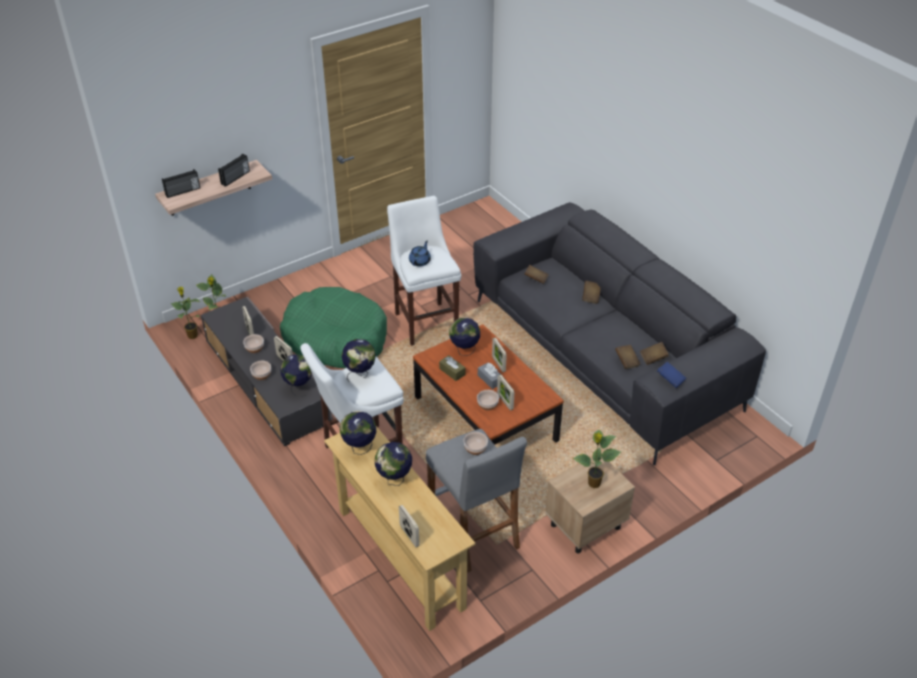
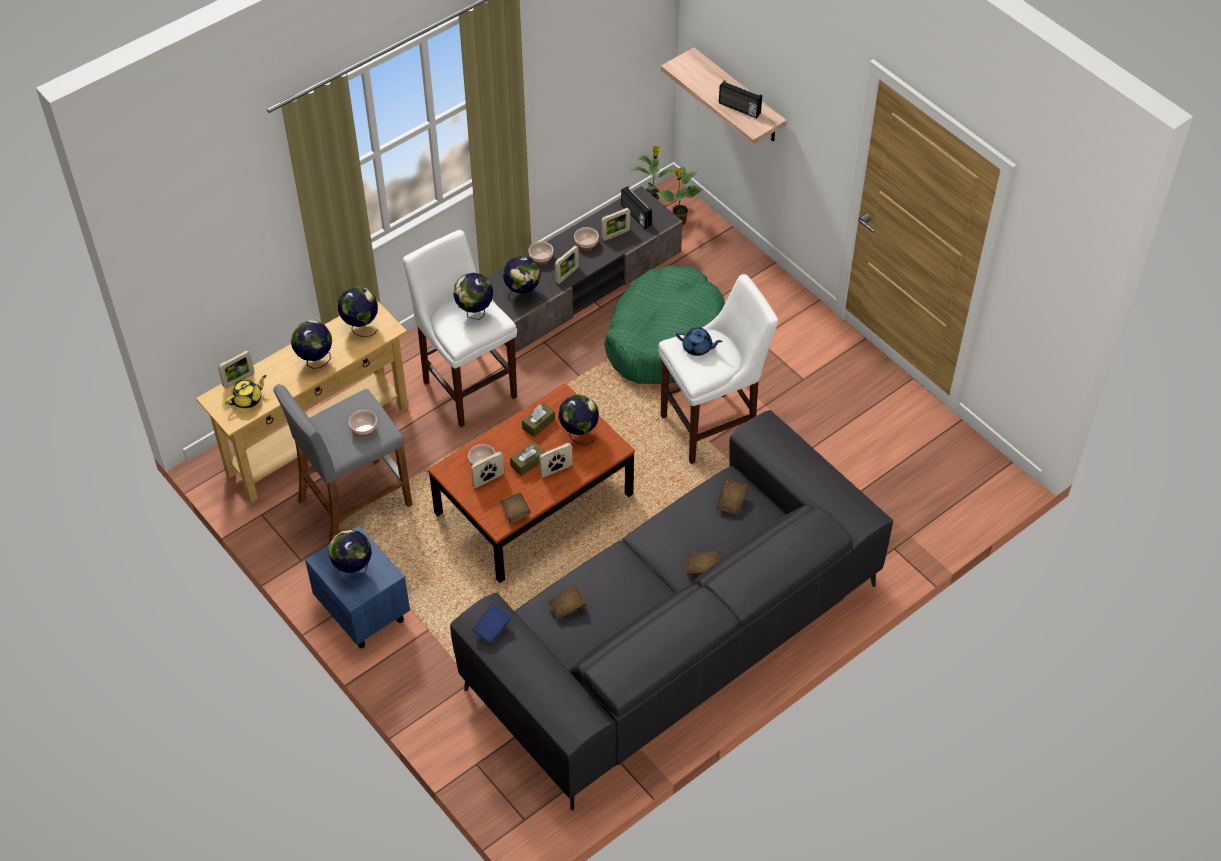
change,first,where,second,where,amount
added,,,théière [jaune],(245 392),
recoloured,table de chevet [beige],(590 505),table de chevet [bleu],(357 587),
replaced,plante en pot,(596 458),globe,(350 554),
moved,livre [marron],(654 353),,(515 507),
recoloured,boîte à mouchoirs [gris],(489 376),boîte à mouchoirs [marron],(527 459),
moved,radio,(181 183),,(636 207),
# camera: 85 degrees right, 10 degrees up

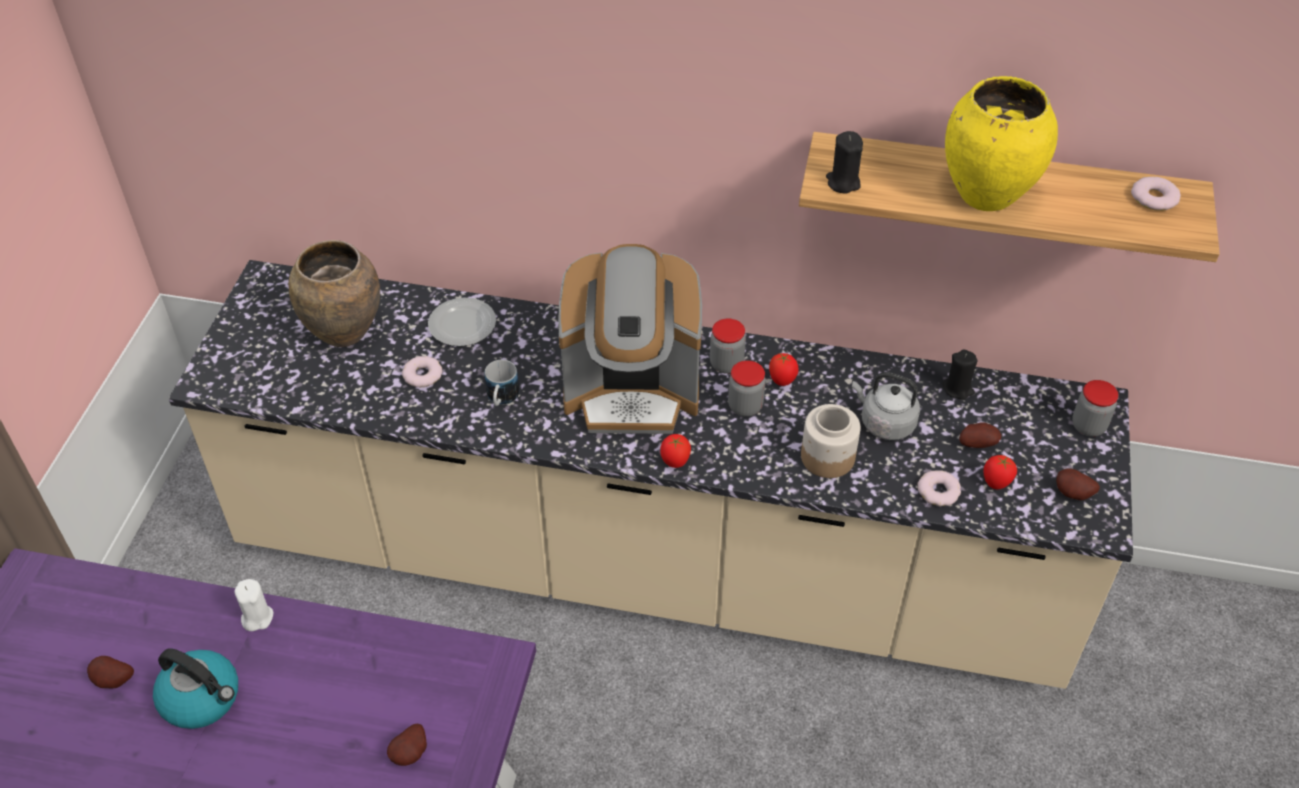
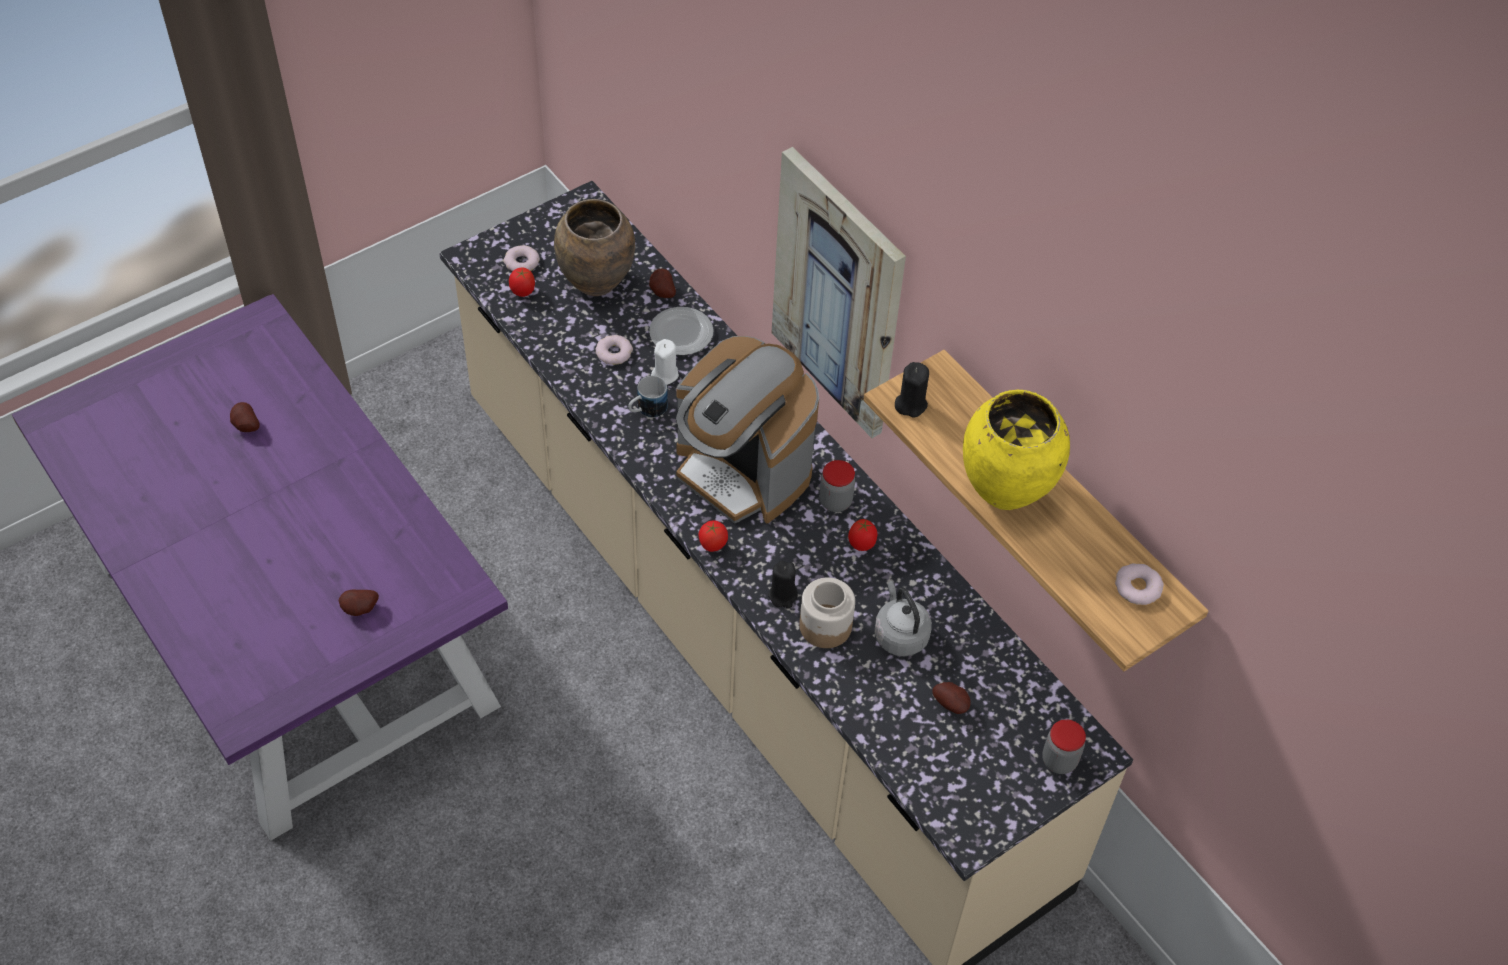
change,first,where,second,where,amount
moved,beignet,(939 488),,(521 258),
moved,tomate,(1000 472),,(522 282),
moved,pomme de terre,(1078 484),,(662 283),
moved,bougie [blanc],(254 605),,(665 362),
moved,bougie [noir],(960 375),,(783 585),
added,,,tableau,(838 292),
removed,bouilloire,(195 689),,,
removed,bocal,(746 388),,,
# camera: 40 degrees right, 5 degrees up

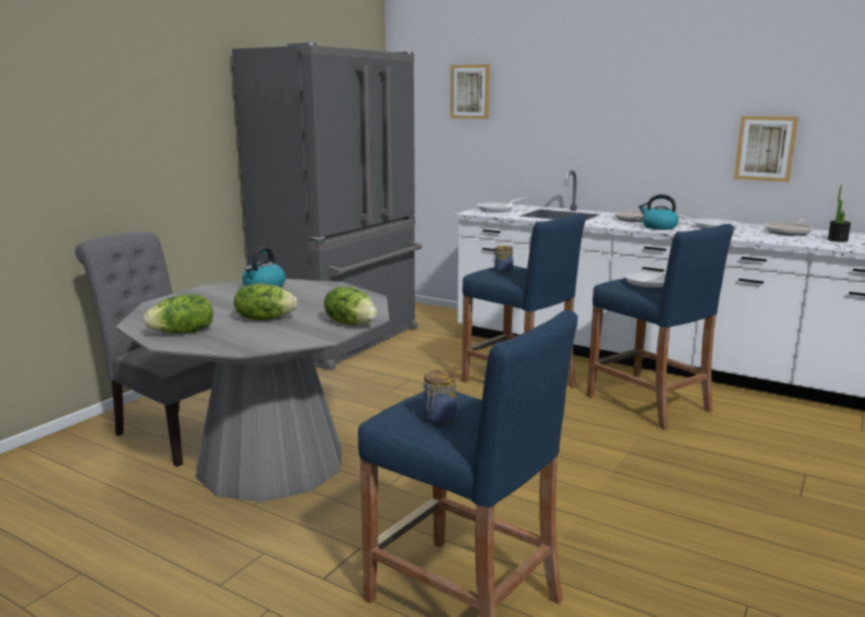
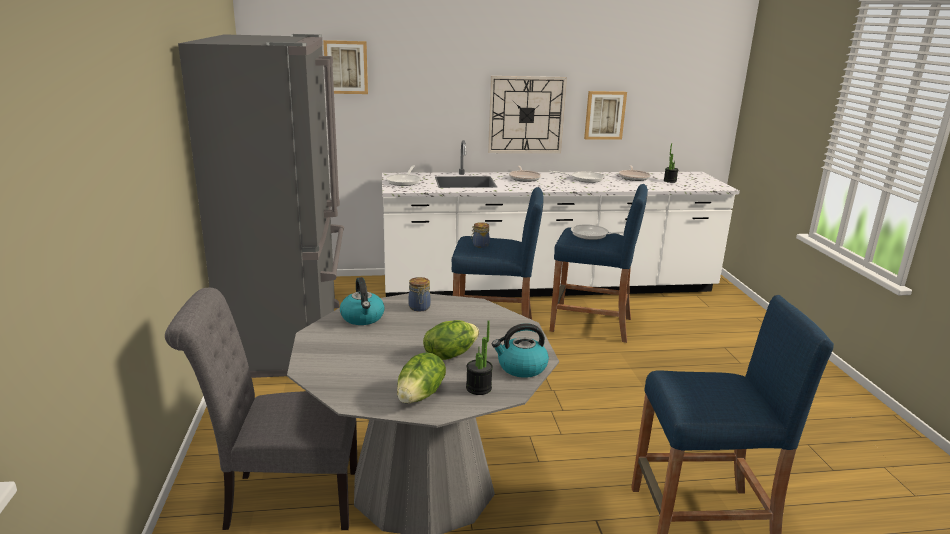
change,first,where,second,where,amount
moved,bocal,(440 397),,(420 294),
added,,,plante en pot,(479 358),
added,,,horloge murale,(527 114),
moved,bouilloire,(659 212),,(520 350),
removed,laitue,(350 306),,,
# camera: 40 degrees left, 5 degrees up

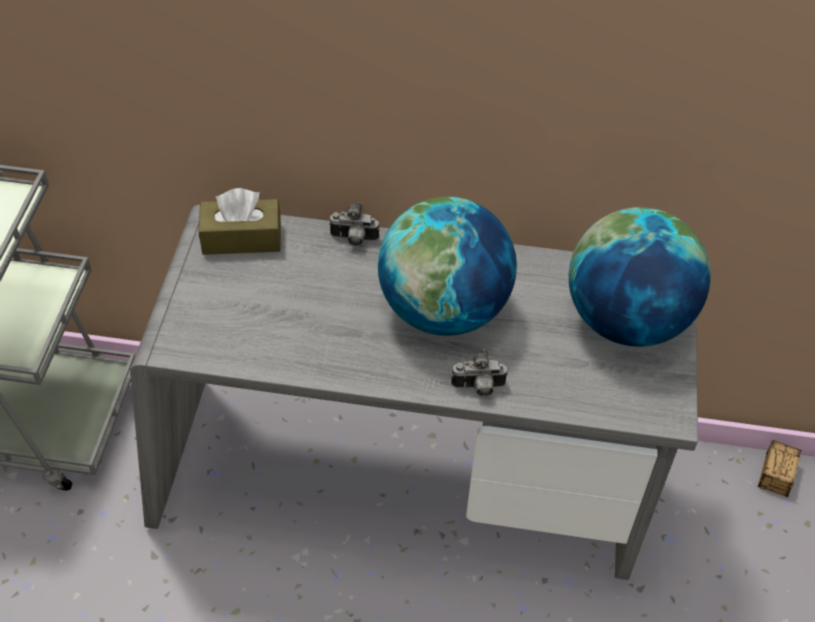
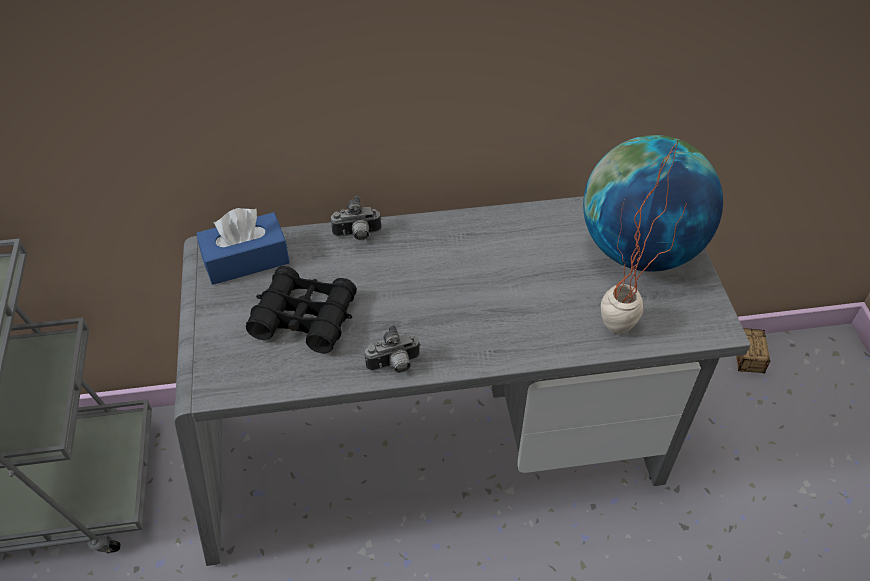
change,first,where,second,where,amount
recoloured,boîte à mouchoirs [marron],(240 221),boîte à mouchoirs [bleu],(243 246),
added,,,jumelles [noir],(301 310),
moved,appareil photo,(479 372),,(392 349),
added,,,plante en pot,(644 236),
removed,globe,(447 266),,,
# camera: 15 degrees left, 0 degrees up

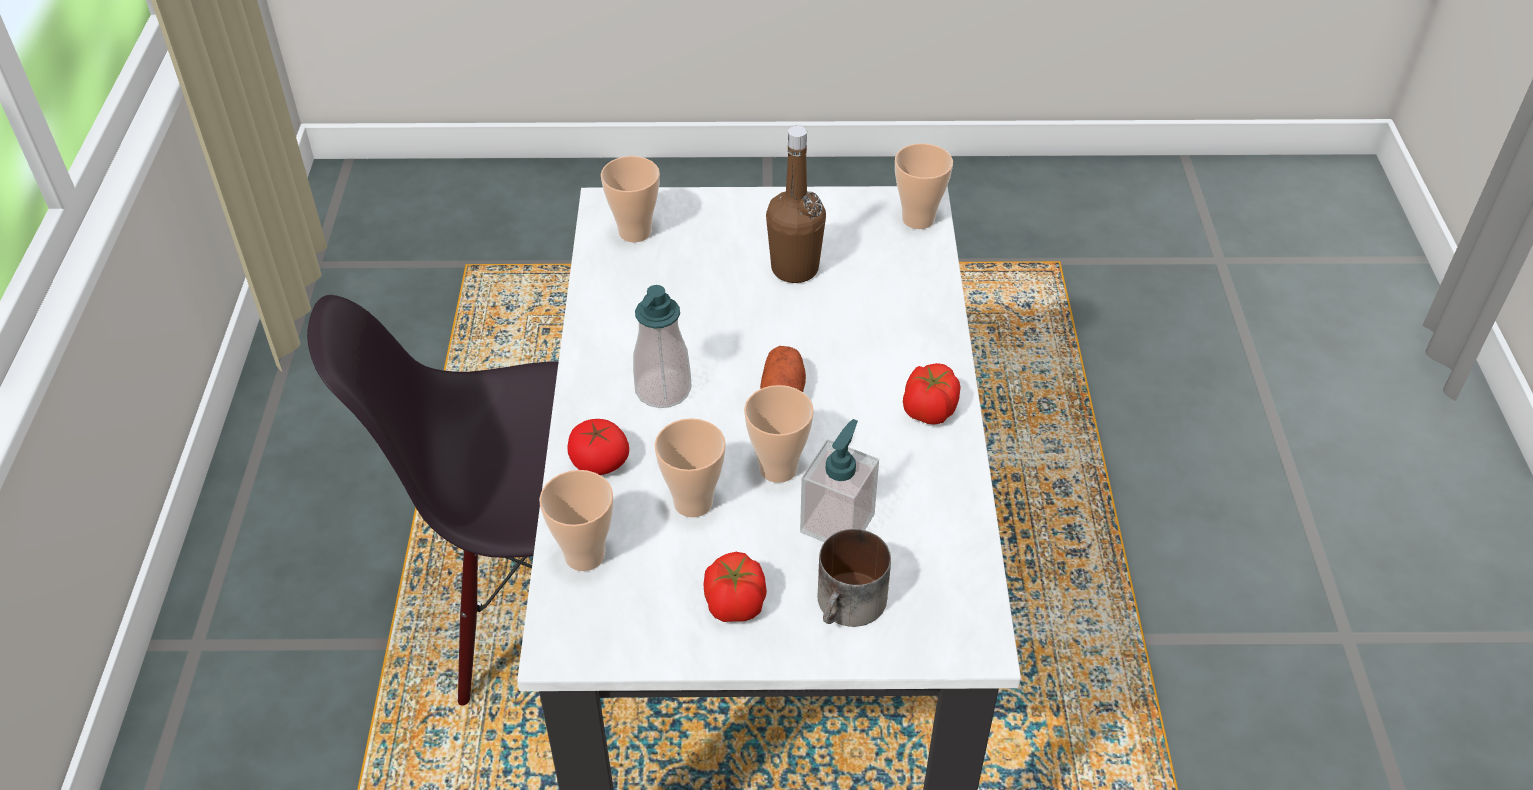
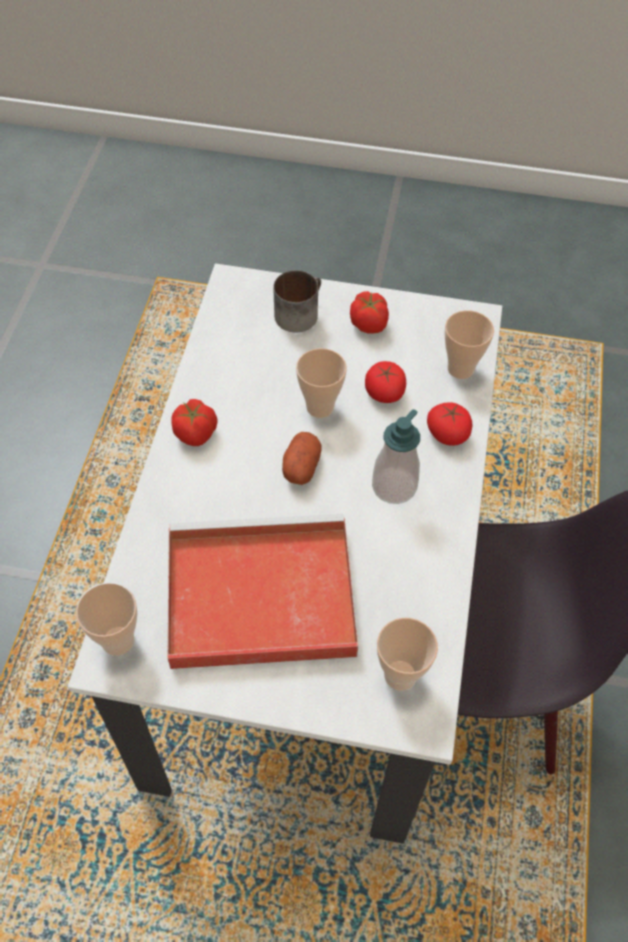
change,first,where,second,where,amount
replaced,bouteille [marron],(796 204),plateau [rouge],(262 591),
replaced,tasse,(690 468),tomate,(385 382),
removed,distributeur de savon,(839 480),,,
# camera: 170 degrees left, 10 degrees up

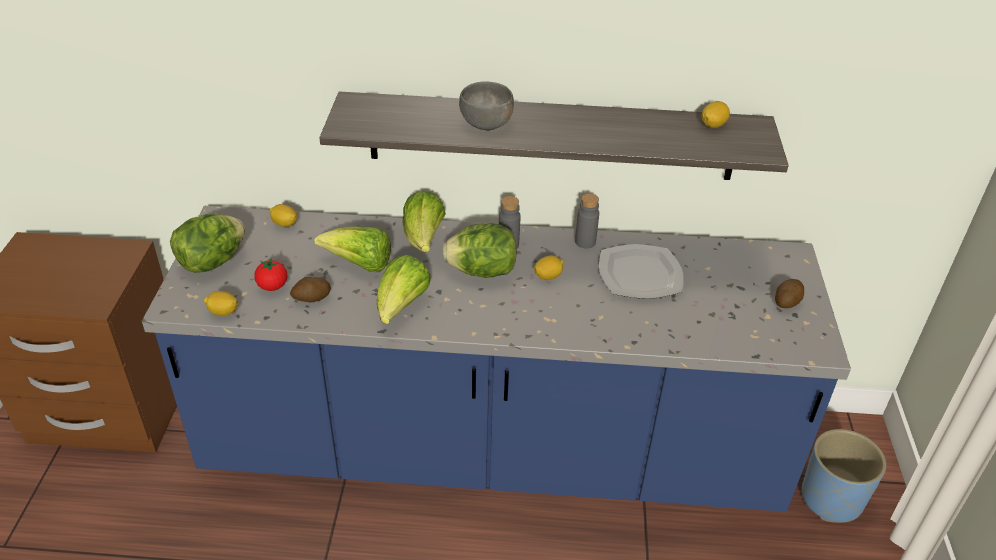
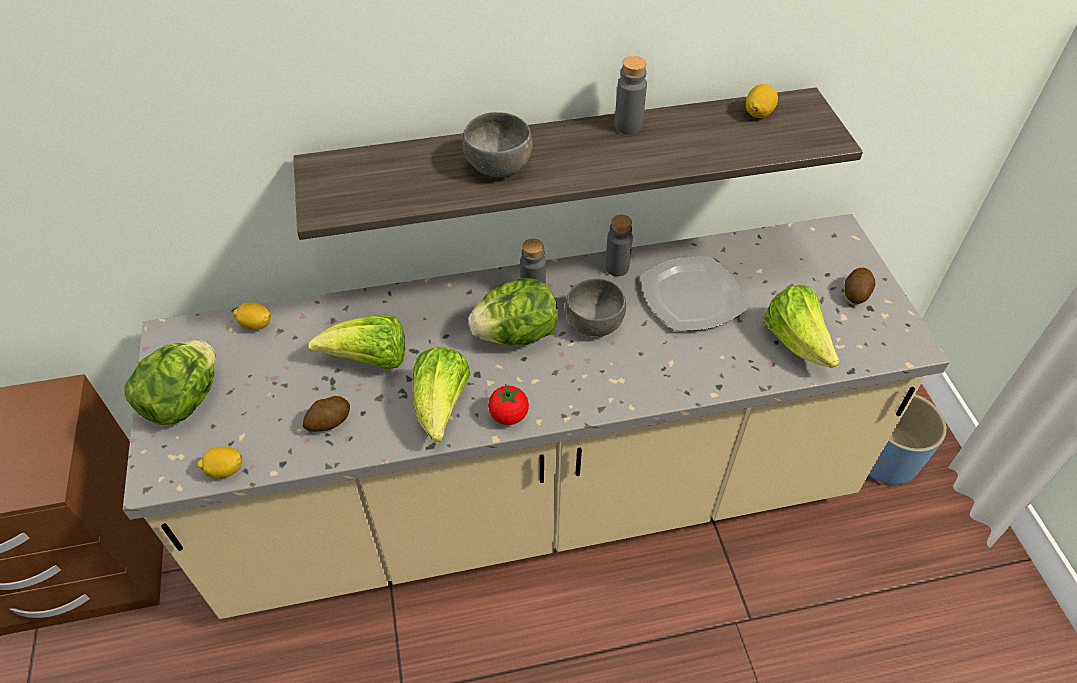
change,first,where,second,where,amount
recoloured,comptoir de cuisine [bleu],(496 359),comptoir de cuisine [beige],(536 416),
moved,tomate,(270 274),,(508 404),
replaced,citron,(549 267),bol [gris],(595 307),
added,,,bouteille [gris],(631 95),
moved,laitue,(424 221),,(802 326),
# camera: 15 degrees left, 10 degrees up

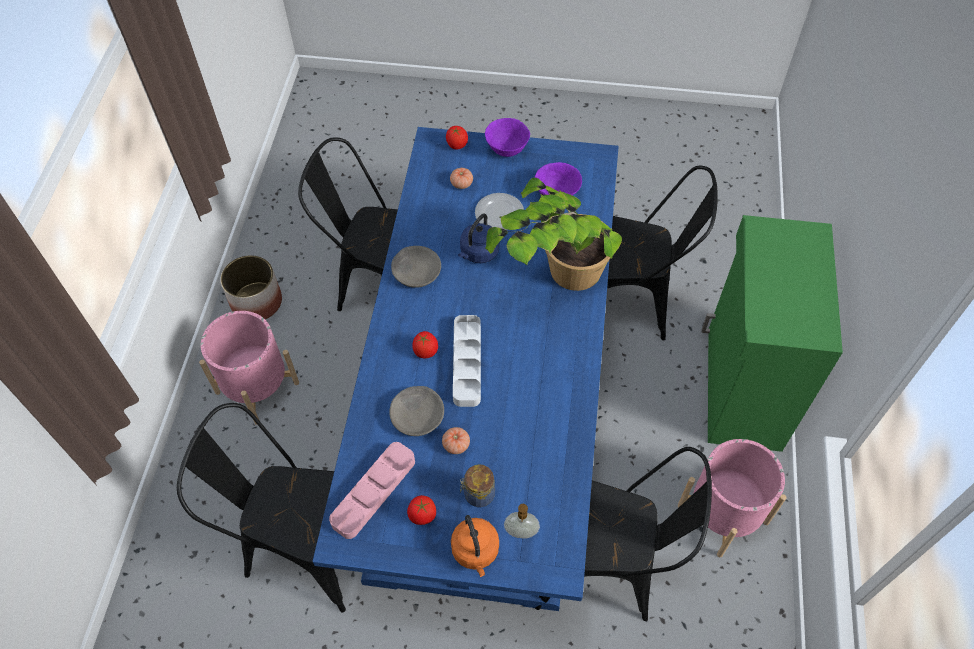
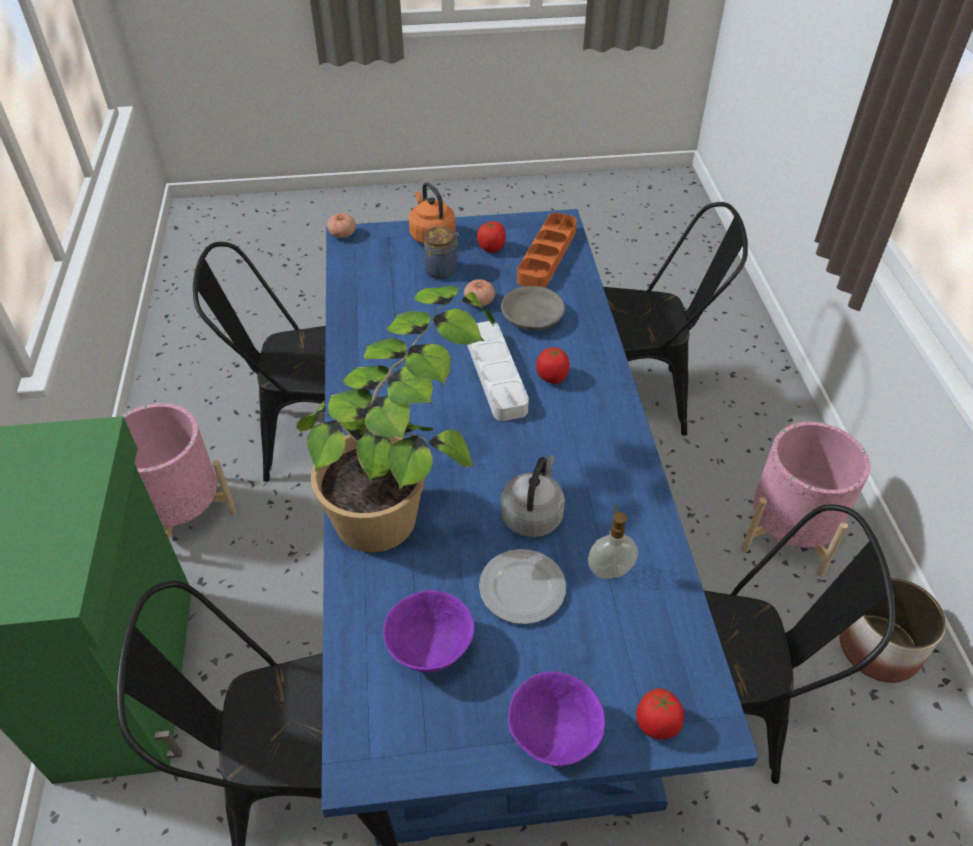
change,first,where,second,where,amount
moved,tomate,(461 178),,(341 225),
recoloured,bouilloire [bleu],(479 238),bouilloire [gris],(533 496),
recoloured,plateau [rose],(372 490),plateau [orange],(547 250),
moved,distributeur de savon,(522 521),,(613 542),
removed,bol [gris],(416 267),,,
# camera: 165 degrees right, 10 degrees down

